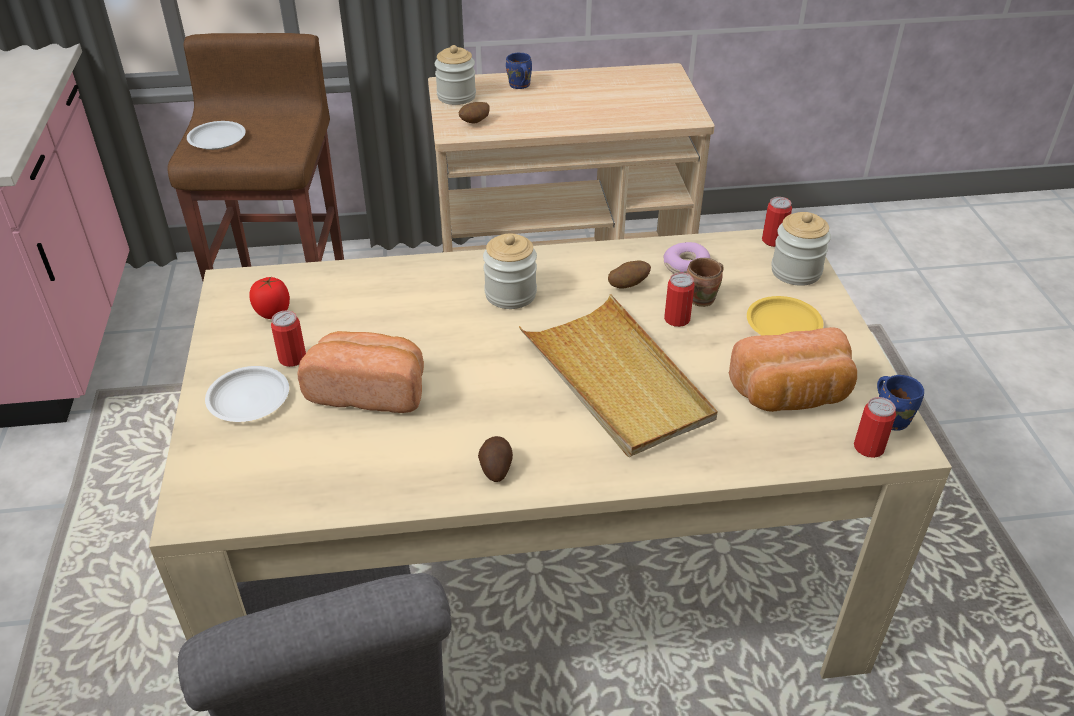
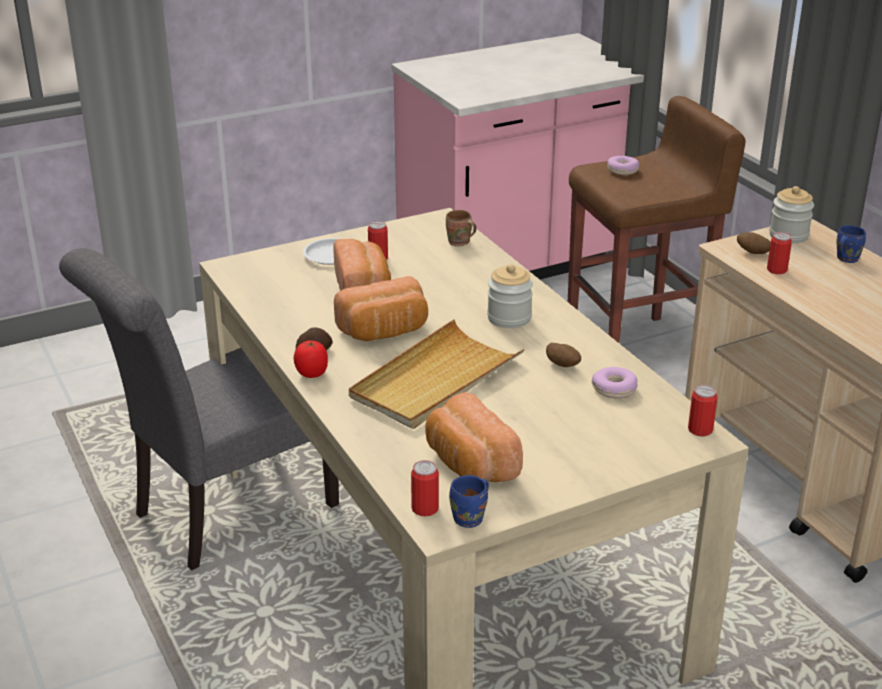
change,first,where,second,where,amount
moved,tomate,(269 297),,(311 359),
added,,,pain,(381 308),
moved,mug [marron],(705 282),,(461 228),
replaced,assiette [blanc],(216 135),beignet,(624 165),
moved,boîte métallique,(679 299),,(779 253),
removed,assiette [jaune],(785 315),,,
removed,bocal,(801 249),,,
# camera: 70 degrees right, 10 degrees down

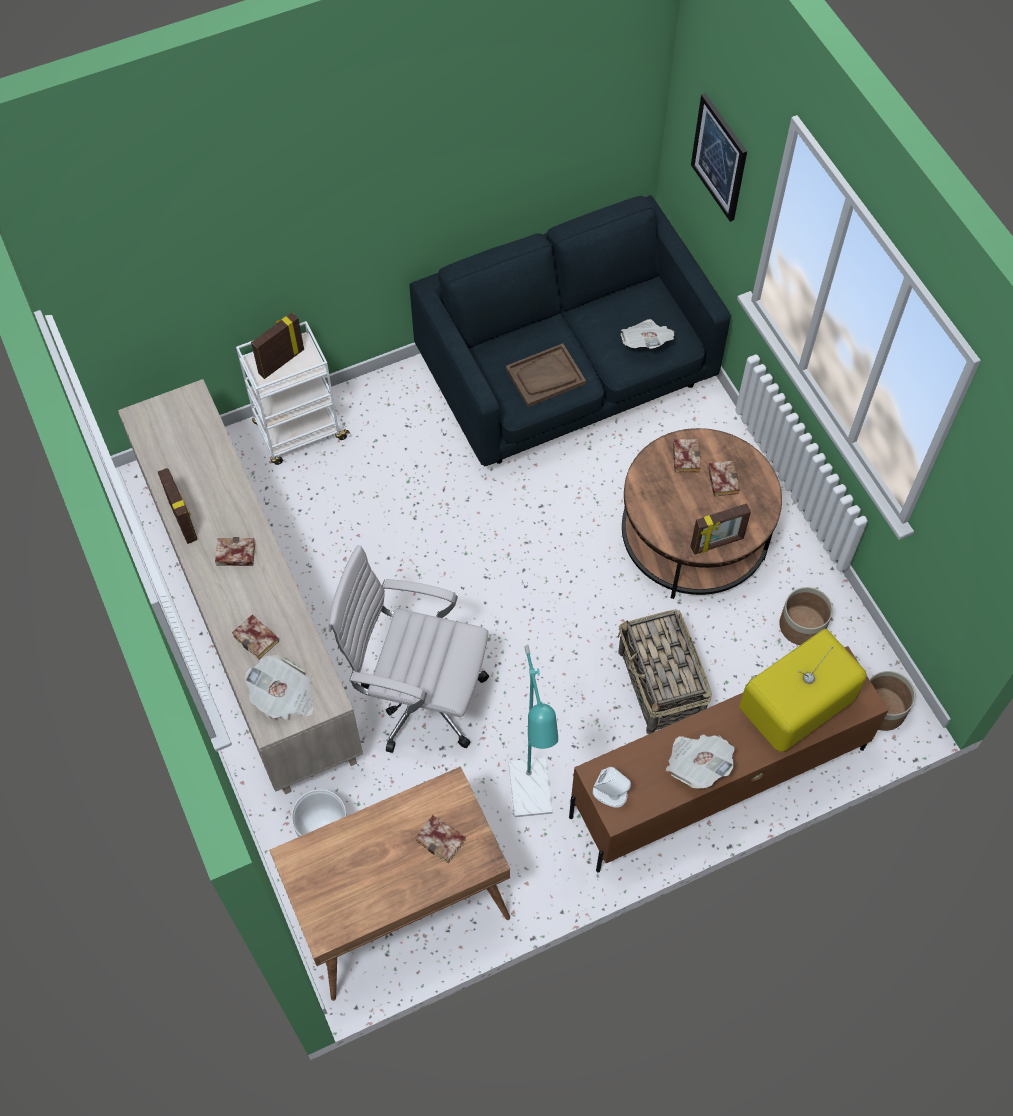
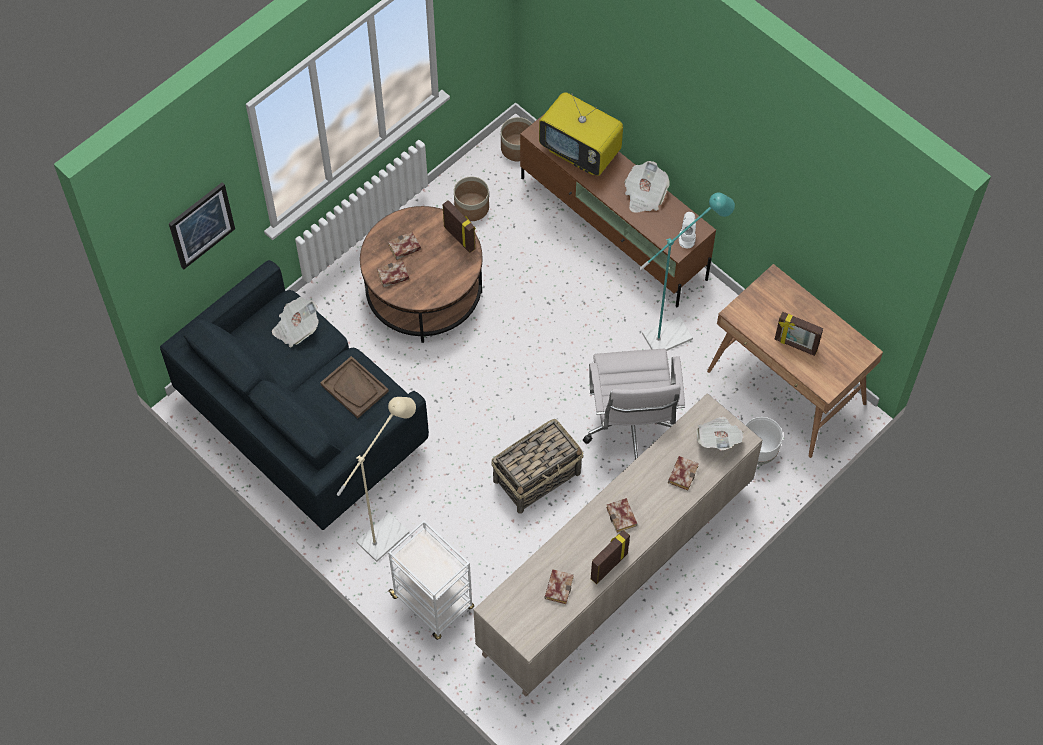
change,first,where,second,where,amount
added,,,lampadaire [beige],(376 479),
moved,panier,(665 671),,(537 466),
moved,livre,(440 839),,(559 586),
moved,cadre photo,(277 346),,(799 334),
# camera: 110 degrees left, 0 degrees up

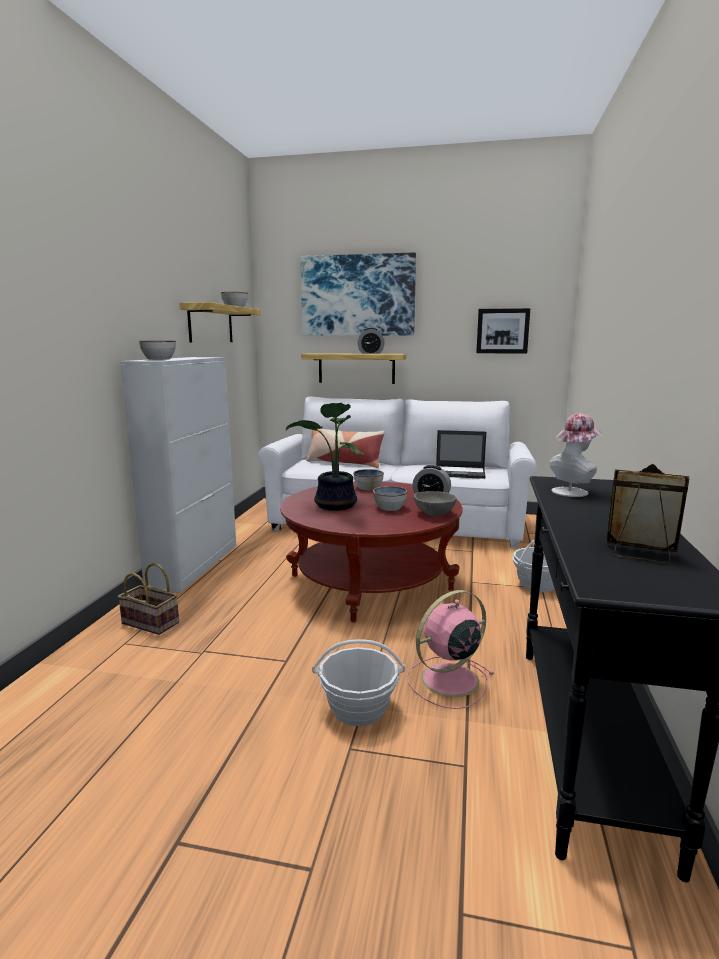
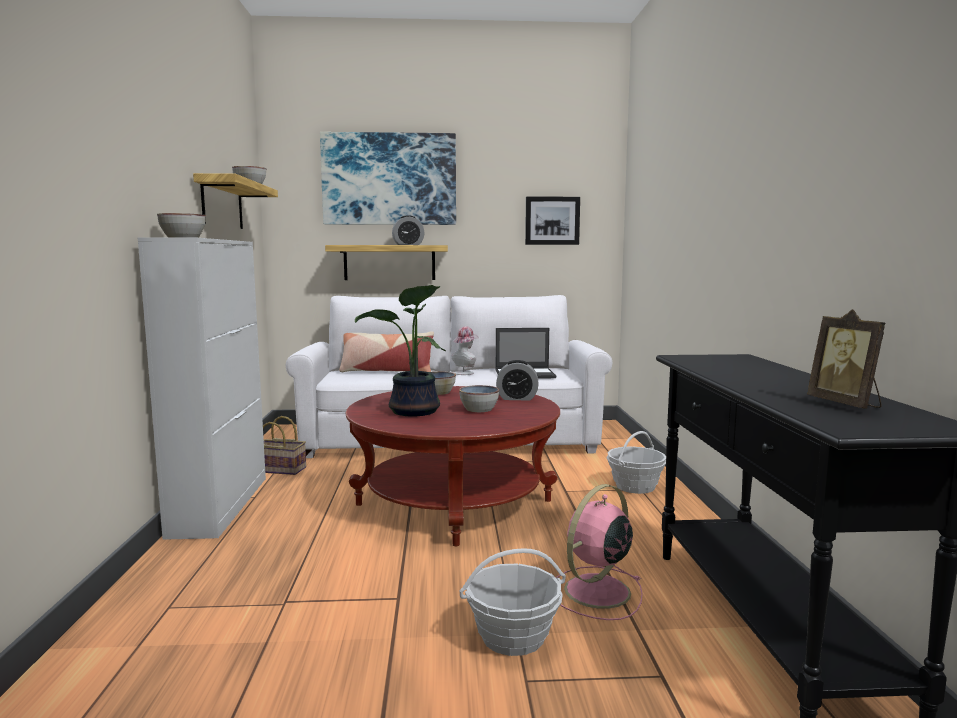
change,first,where,second,where,amount
moved,panier,(148 599),,(284 445),
moved,chapeau,(575 455),,(465 350),
turned,cadre photo,(648 514),,(846 358),120 degrees counterclockwise
removed,bol [gris],(435 503),,,
# camera: 15 degrees left, 5 degrees down

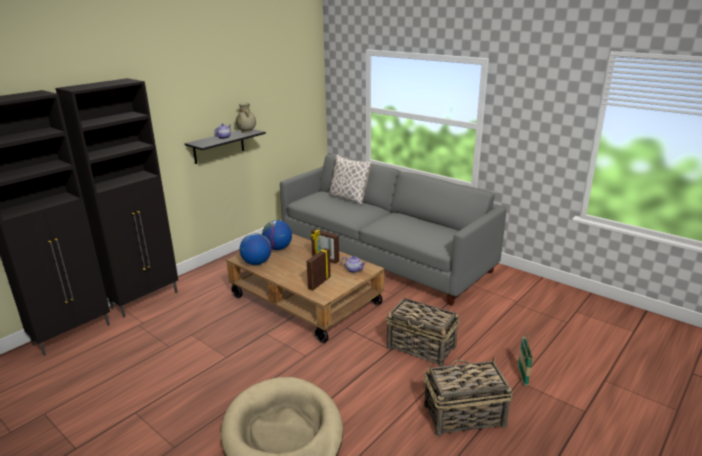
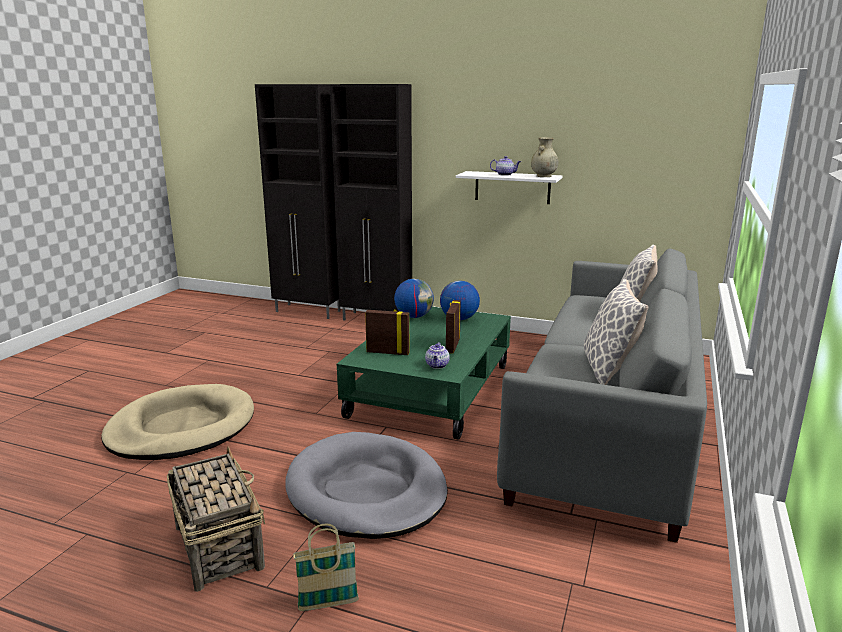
change,first,where,second,where,amount
replaced,panier,(423 332),panier pour chien [gris],(366 485),
recoloured,table basse [marron],(305 288),table basse [vert],(424 373),
recoloured,étagère [noir],(225 146),étagère [blanc],(509 187),
added,,,coussin,(616 332),
# camera: 70 degrees right, 5 degrees down

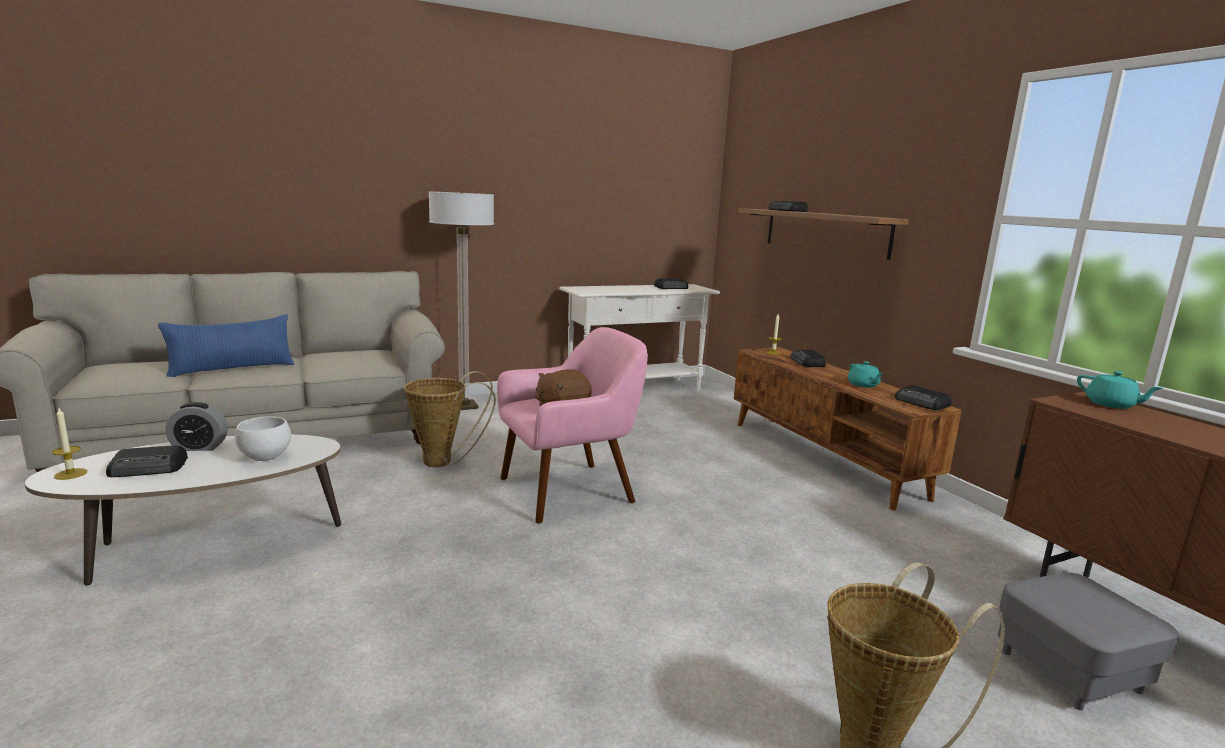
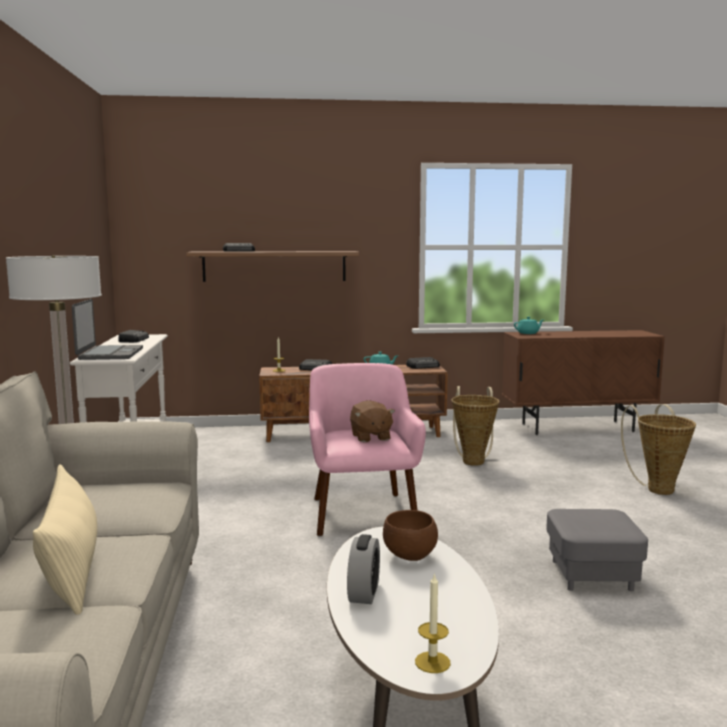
change,first,where,second,where,amount
recoloured,coussin [bleu],(226 345),coussin [beige],(65 539),
added,,,ordinateur portable,(107 329),
recoloured,bol [blanc],(263 438),bol [marron],(410 535),
moved,panier,(450 419),,(475 426),
moved,pouf [gris],(1088 641),,(597 550),
removed,radio,(147 461),,,
# camera: 70 degrees left, 5 degrees down

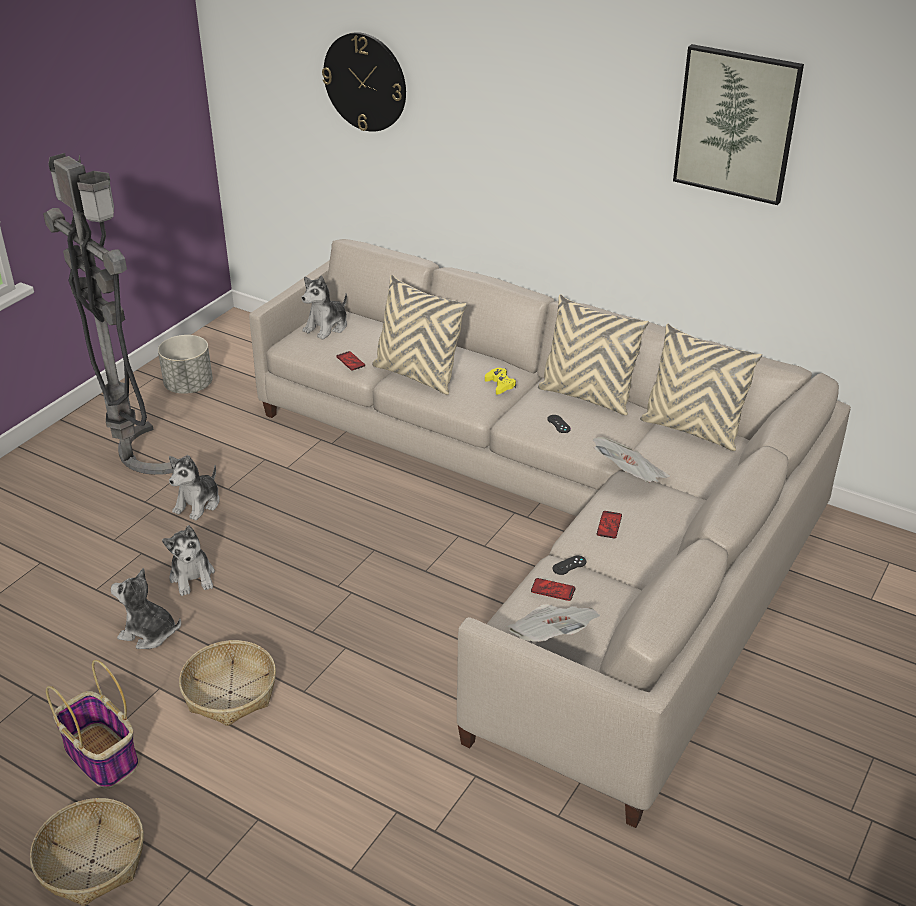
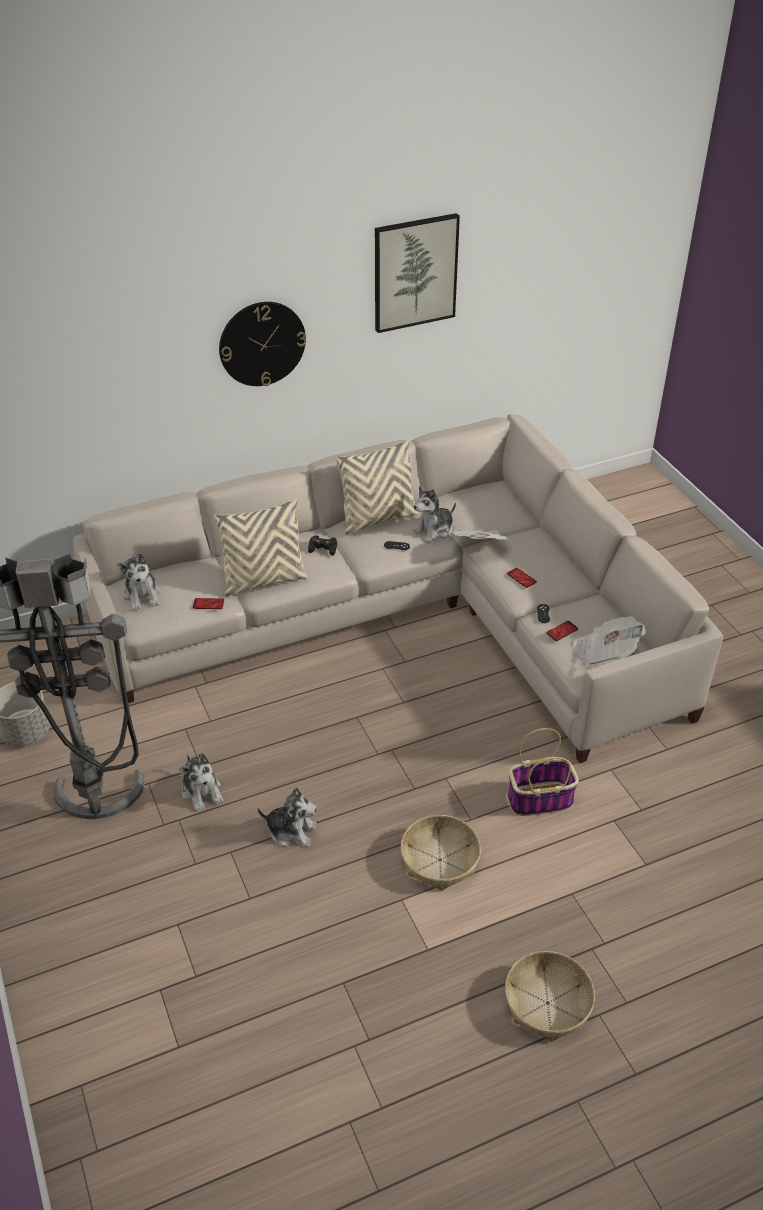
change,first,where,second,where,amount
moved,horloge murale,(364 82),,(262 344),
recoloured,manette [jaune],(500 381),manette [noir],(322 545),
moved,peluche,(146 608),,(434 514),
moved,panier,(92 724),,(543 772),
removed,coussin [beige],(701 387),,,
# camera: 55 degrees left, 5 degrees up

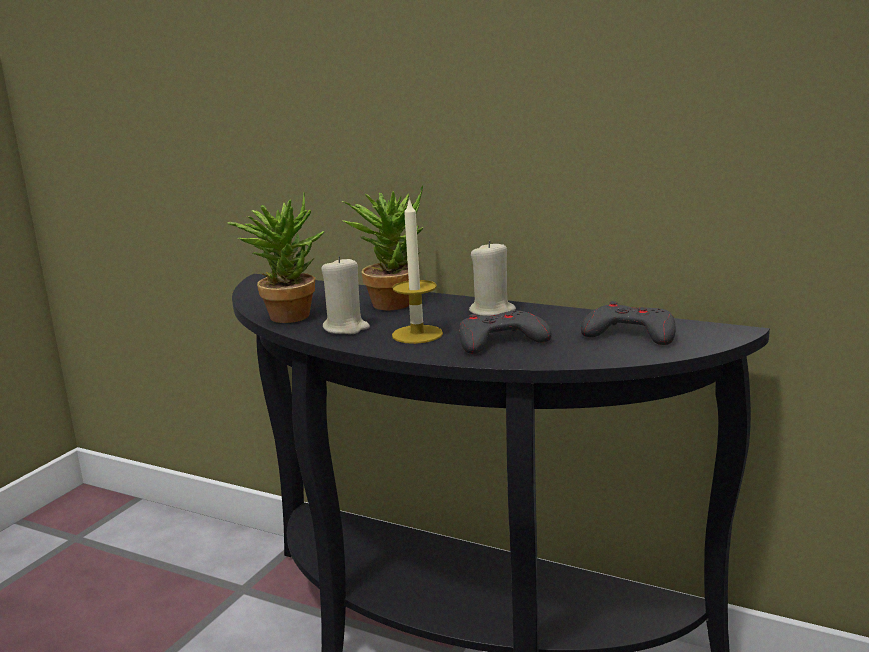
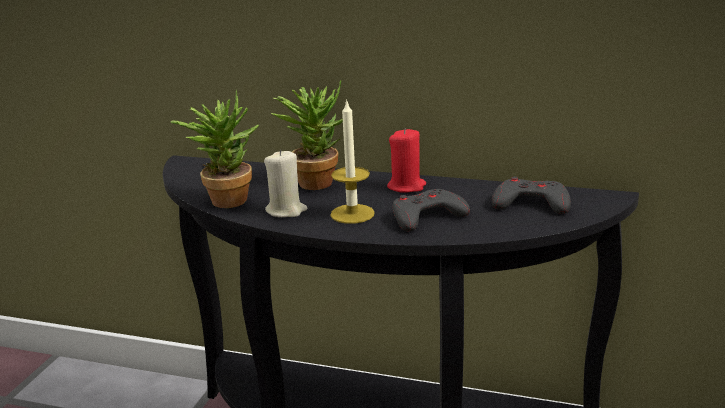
change,first,where,second,where,amount
recoloured,bougie [beige],(492 278),bougie [rouge],(406 160),
# camera: 10 degrees left, 5 degrees up

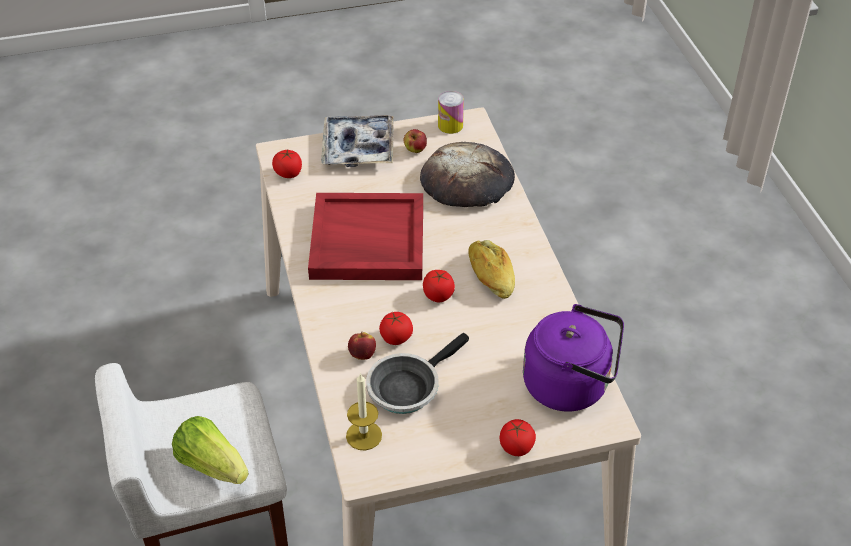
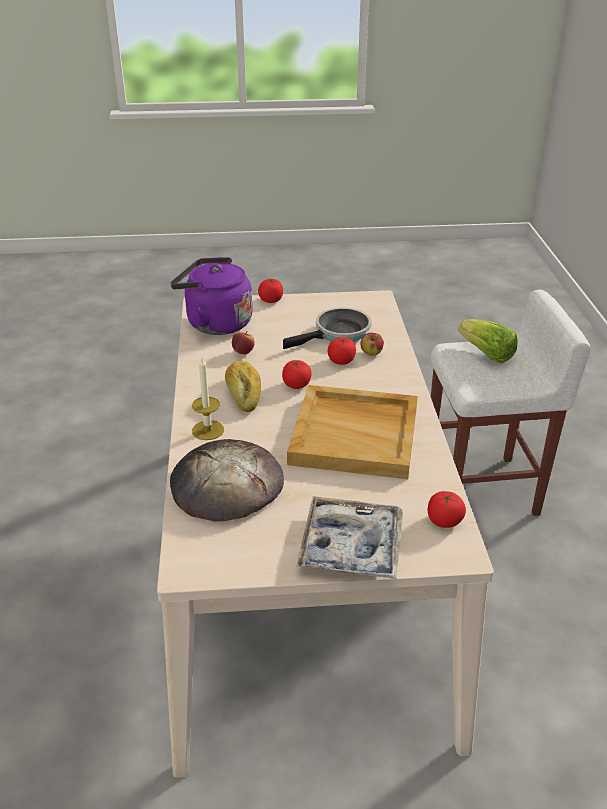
change,first,where,second,where,amount
moved,bougie,(364 411),,(208 398),
moved,pomme,(415 141),,(243 342),
recoloured,plateau [rouge],(365 236),plateau [beige],(352 432),
removed,boîte métallique,(451 112),,,
# camera: 170 degrees left, 10 degrees down

